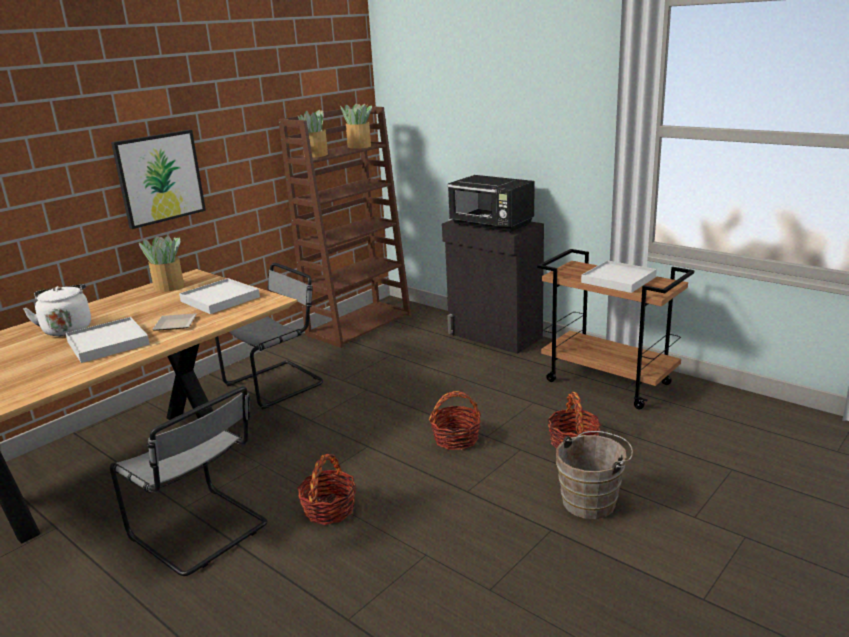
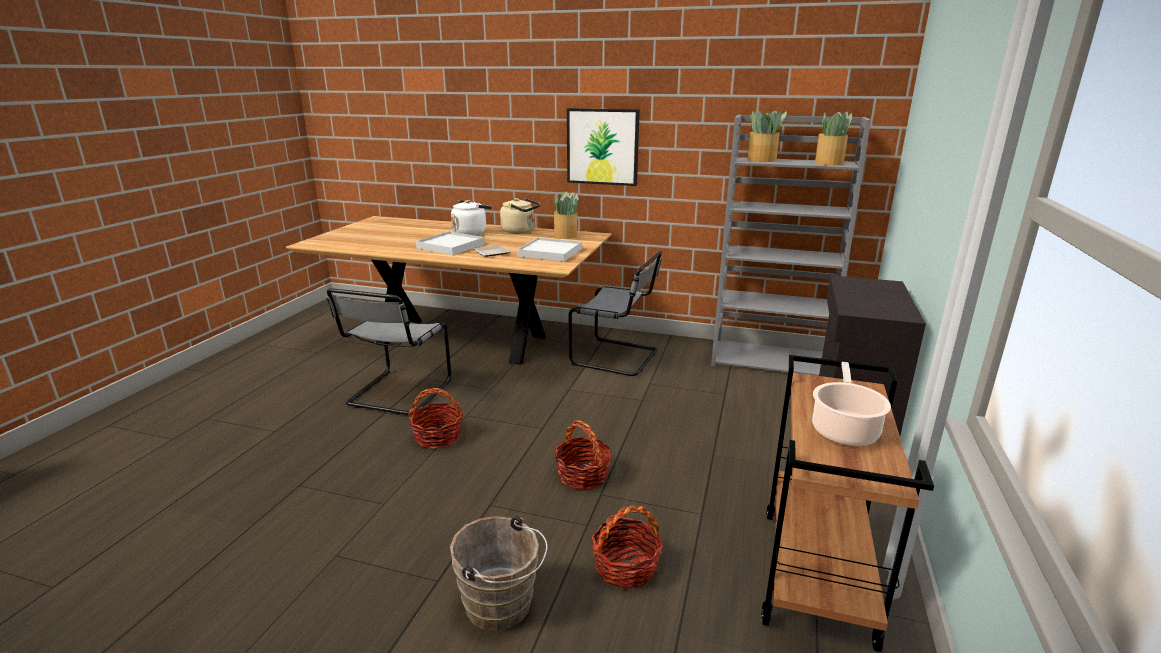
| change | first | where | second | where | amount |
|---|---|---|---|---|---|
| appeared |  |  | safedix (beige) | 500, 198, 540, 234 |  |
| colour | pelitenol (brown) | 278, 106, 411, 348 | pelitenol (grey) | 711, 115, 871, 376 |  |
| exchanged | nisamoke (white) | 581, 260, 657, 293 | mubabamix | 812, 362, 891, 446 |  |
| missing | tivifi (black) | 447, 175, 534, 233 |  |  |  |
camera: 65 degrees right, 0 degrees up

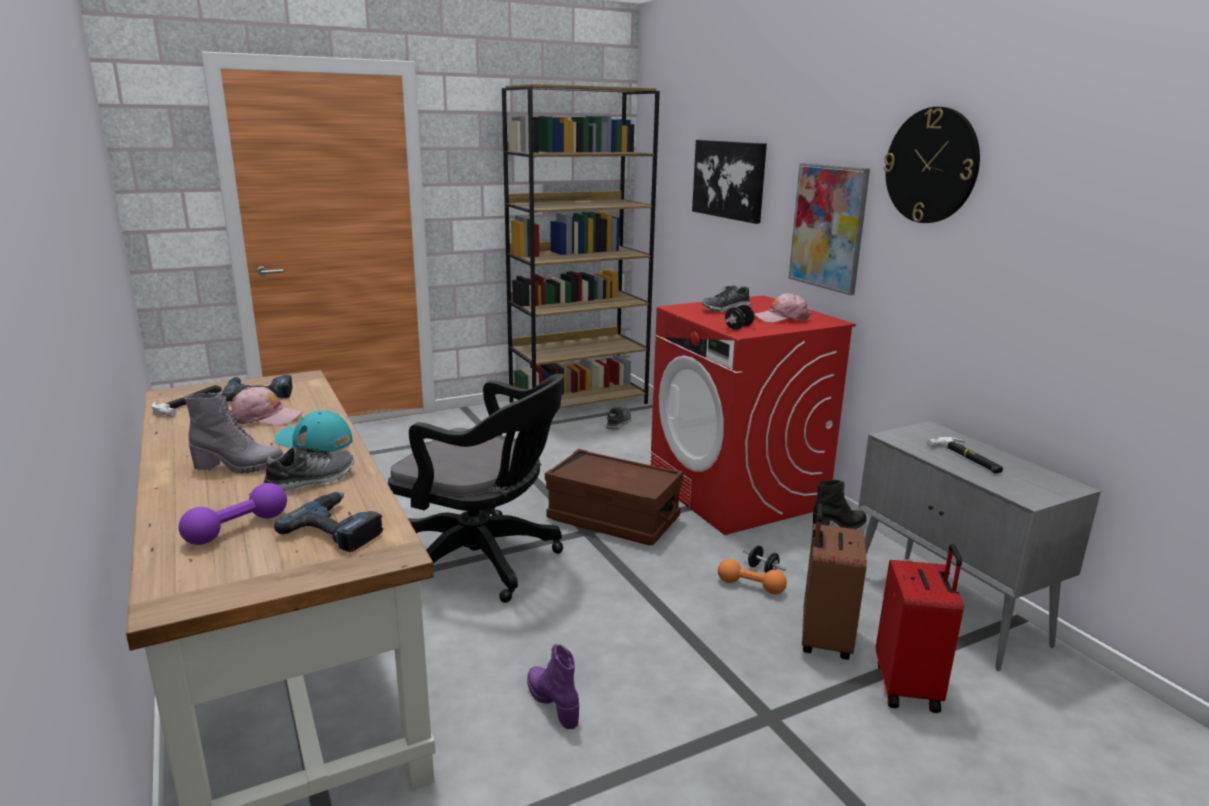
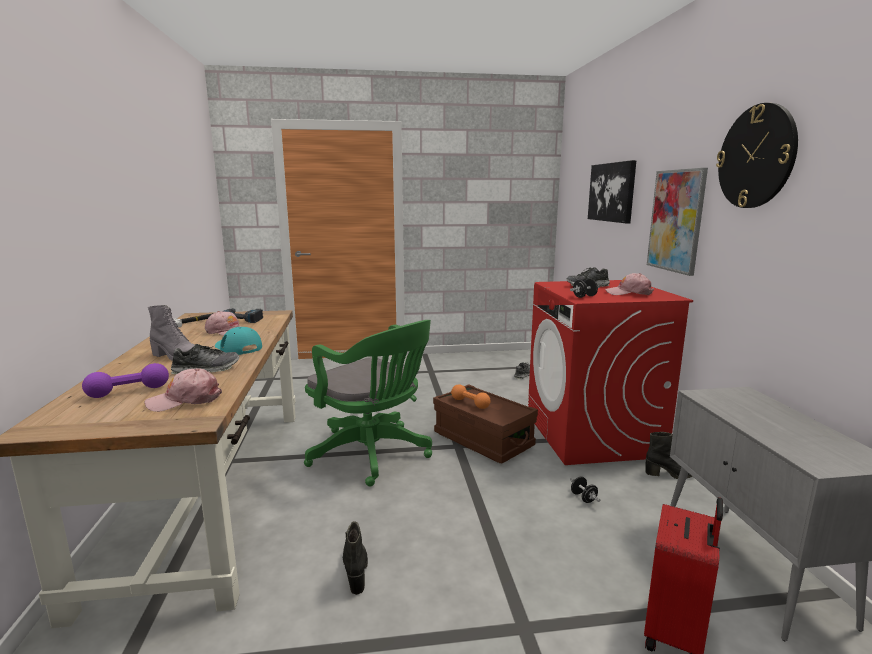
| change | first | where | second | where | amount |
|---|---|---|---|---|---|
| exchanged | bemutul | 274, 492, 383, 552 | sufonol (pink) | 144, 368, 222, 412 |  |
| colour | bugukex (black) | 388, 374, 564, 603 | bugukex (green) | 304, 320, 432, 486 |  |
| colour | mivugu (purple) | 527, 644, 579, 729 | mivugu (black) | 343, 521, 368, 595 |  |
| relocated | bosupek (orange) | 718, 559, 787, 594 |  | 451, 384, 490, 409 |  |
| missing | pelitenol (brown) | 502, 84, 660, 408 |  |  |  |
| missing | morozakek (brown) | 802, 503, 867, 660 |  |  |  |
| missing | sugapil | 927, 437, 1003, 473 |  |  |  |
camera: 20 degrees right, 5 degrees down

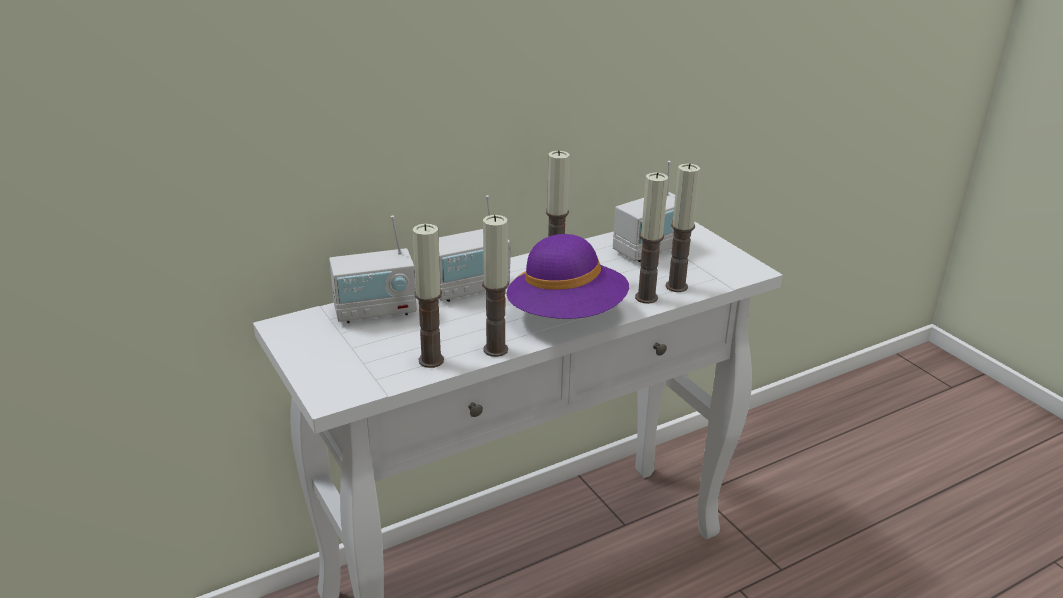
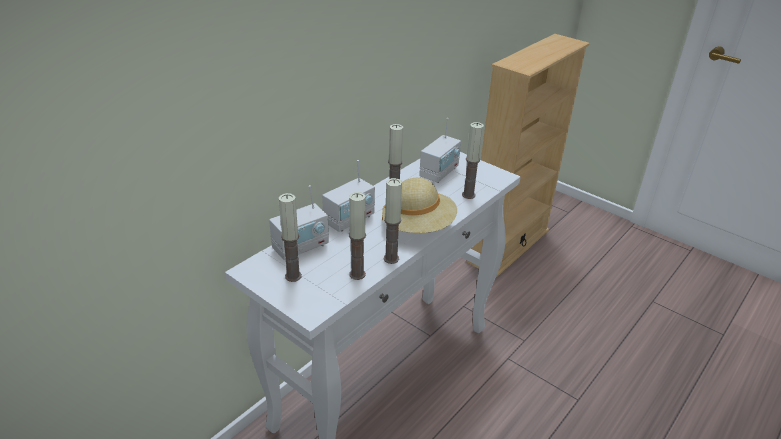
| change | first | where | second | where | amount |
|---|---|---|---|---|---|
| relocated | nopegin | 635, 173, 668, 304 |  | 279, 193, 302, 282 |  |
| colour | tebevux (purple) | 506, 234, 629, 319 | tebevux (beige) | 382, 178, 457, 233 |  |
| appeared |  |  | pelitenol (beige) | 467, 34, 590, 278 |  |
camera: 20 degrees left, 5 degrees up

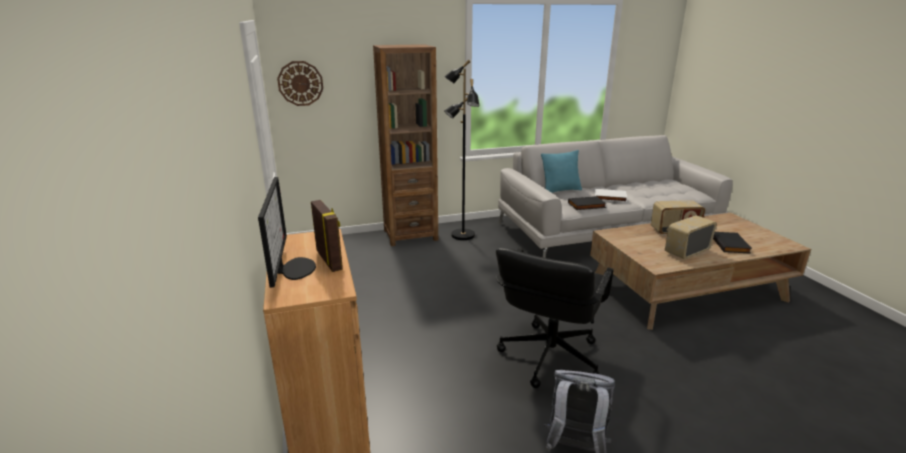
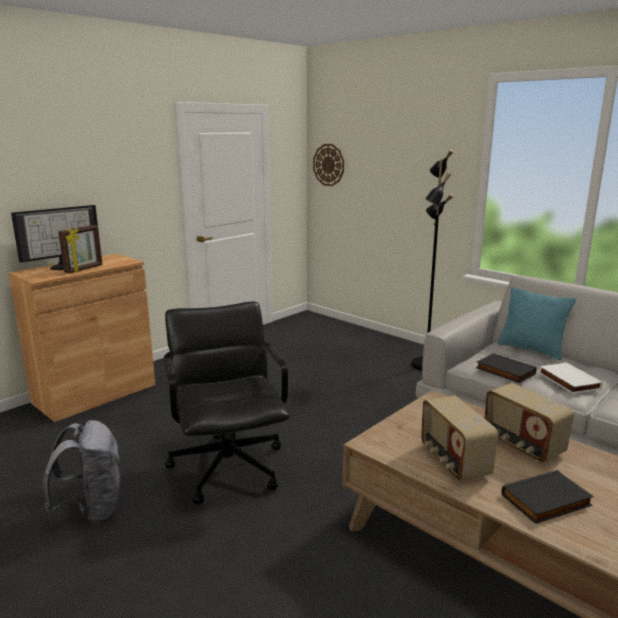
| change | first | where | second | where | amount |
|---|---|---|---|---|---|
| spun | bugukex (black) | 496, 248, 613, 388 |  | 164, 302, 290, 505 | 75 degrees clockwise |
| spun | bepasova | 665, 215, 717, 259 |  | 421, 396, 498, 481 | 135 degrees counterclockwise |
| missing | pelitenol (brown) | 373, 44, 438, 246 |  |  |  |
camera: 60 degrees right, 5 degrees down

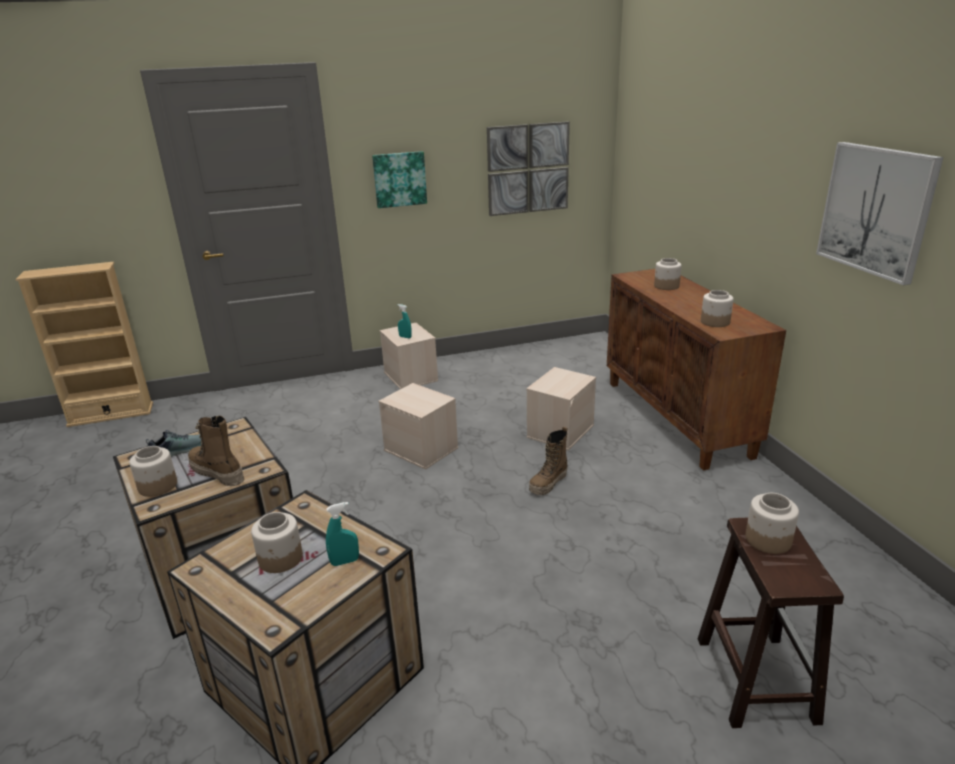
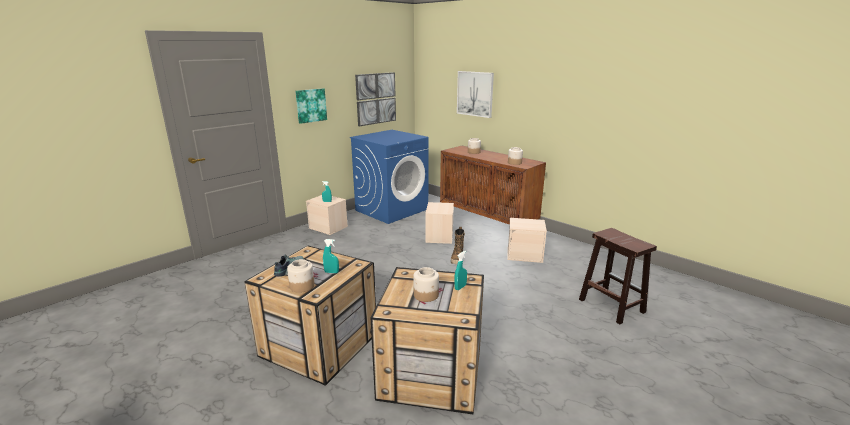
| change | first | where | second | where | amount |
|---|---|---|---|---|---|
| exchanged | mivugu | 188, 415, 244, 486 | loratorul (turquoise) | 323, 239, 339, 273 |  |
| appeared |  |  | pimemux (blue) | 350, 130, 429, 224 |  |
| relocated | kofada | 816, 142, 943, 285 |  | 457, 71, 494, 118 |  |
| relocated | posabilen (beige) | 378, 383, 458, 470 |  | 507, 218, 547, 263 |  |
| missing | pelitenol (beige) | 15, 262, 153, 427 |  |  |  |
| missing | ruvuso | 746, 493, 799, 554 |  |  |  |
camera: 30 degrees left, 5 degrees down

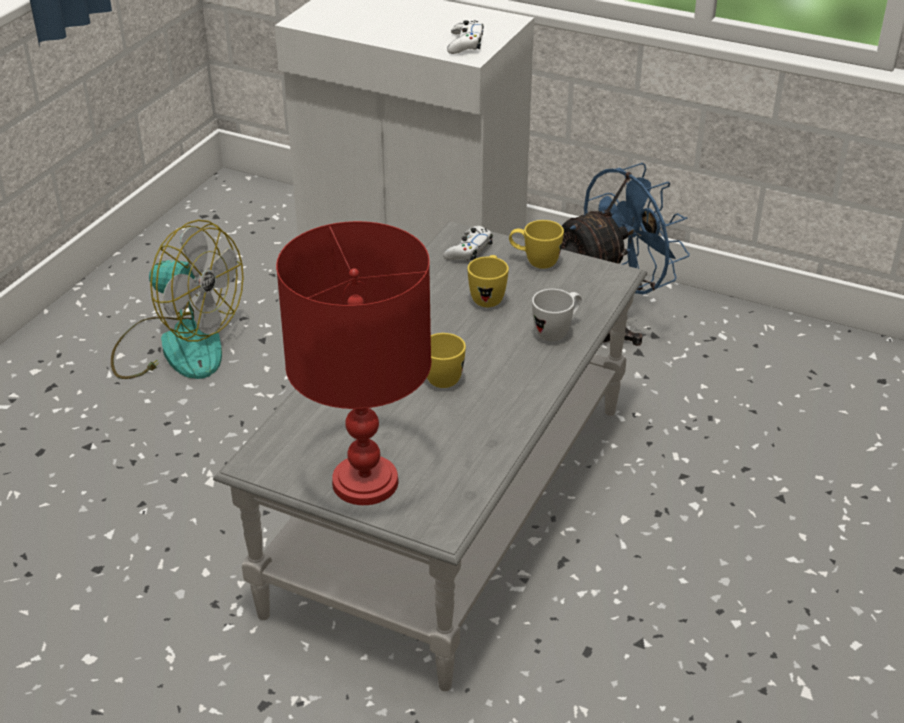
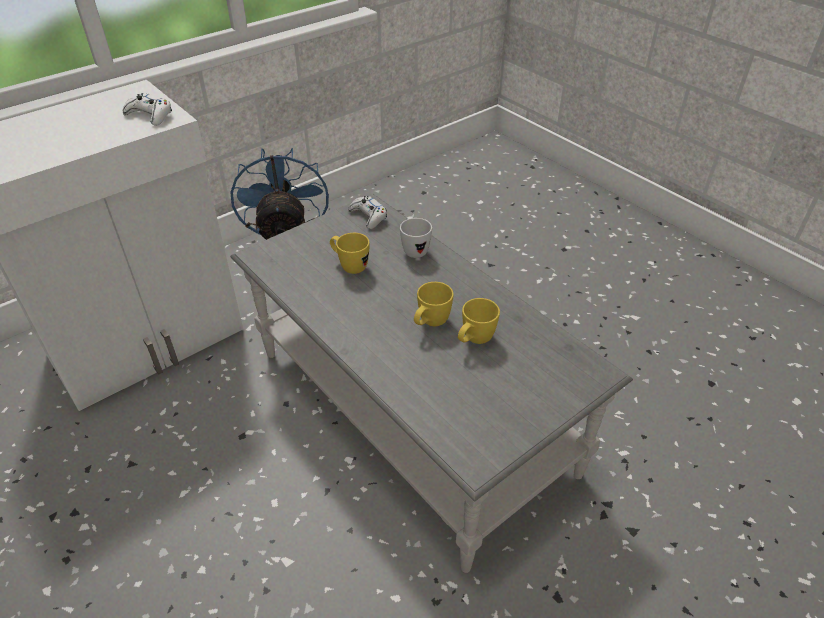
| change | first | where | second | where | amount |
|---|---|---|---|---|---|
| relocated | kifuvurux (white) | 443, 226, 493, 261 |  | 348, 196, 387, 229 |  |
| relocated | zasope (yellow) | 509, 220, 564, 269 |  | 458, 298, 500, 344 |  |
| missing | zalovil | 111, 220, 244, 379 |  |  |  |
| missing | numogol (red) | 276, 221, 431, 505 |  |  |  |
camera: 65 degrees left, 5 degrees up

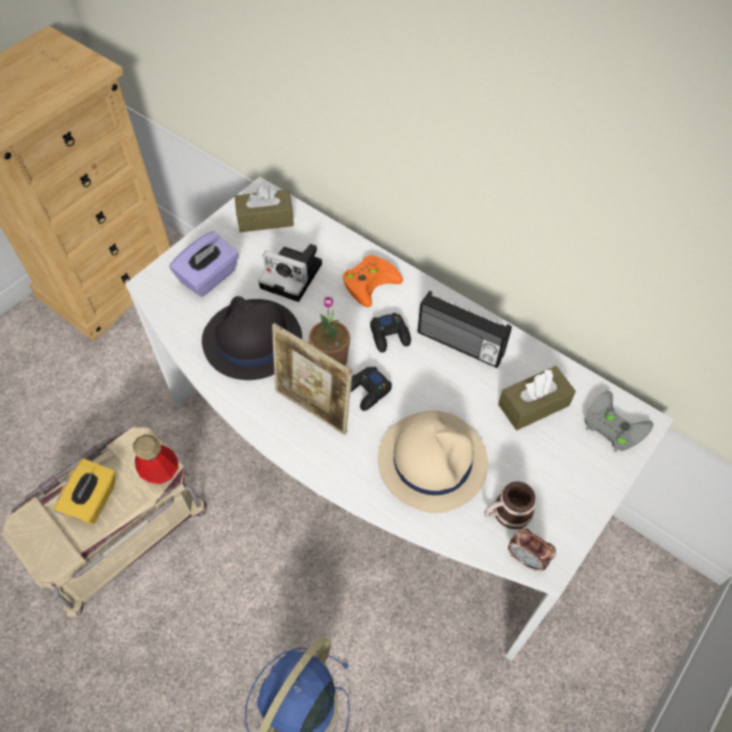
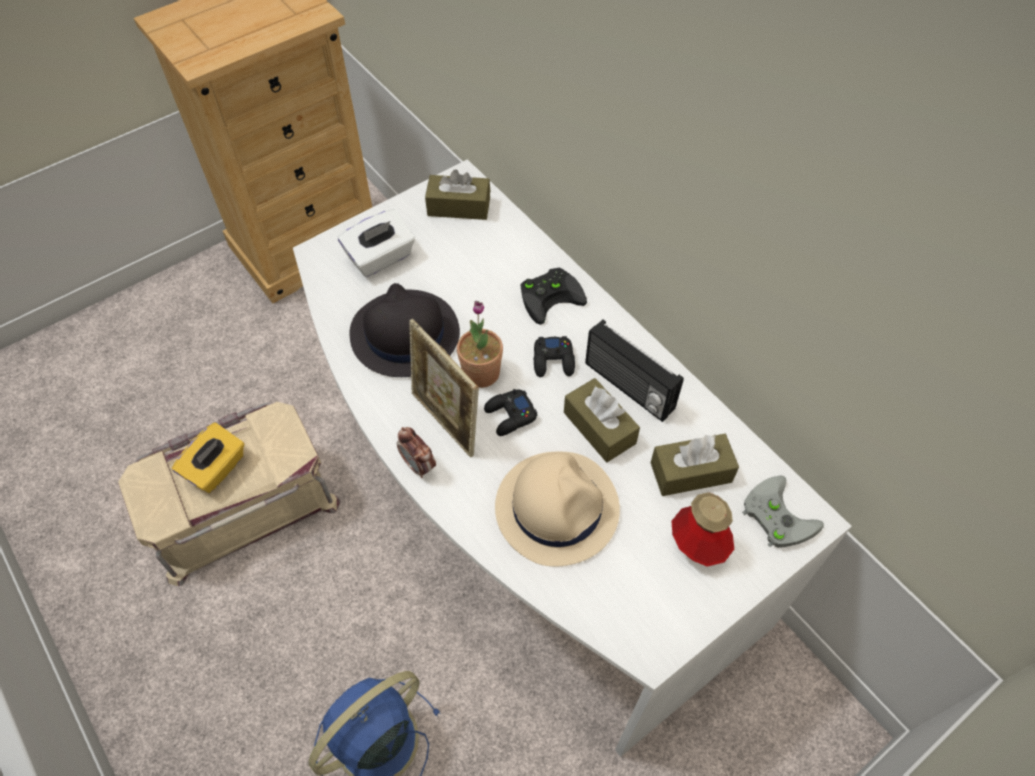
| change | first | where | second | where | amount |
|---|---|---|---|---|---|
| colour | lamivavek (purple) | 169, 231, 239, 297 | lamivavek (white) | 338, 209, 415, 277 |  |
| relocated | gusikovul | 508, 528, 556, 571 |  | 397, 427, 436, 478 |  |
| colour | kifuvurux (orange) | 343, 255, 403, 307 | kifuvurux (black) | 520, 268, 587, 325 |  |
| appeared |  |  | lamivavek (brown) | 564, 378, 640, 462 |  |
| relocated | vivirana | 133, 434, 178, 484 |  | 672, 492, 734, 567 |  |
| missing | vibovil | 258, 244, 322, 302 |  |  |  |
| missing | zasope | 484, 482, 536, 529 |  |  |  |
camera: 15 degrees right, 0 degrees up

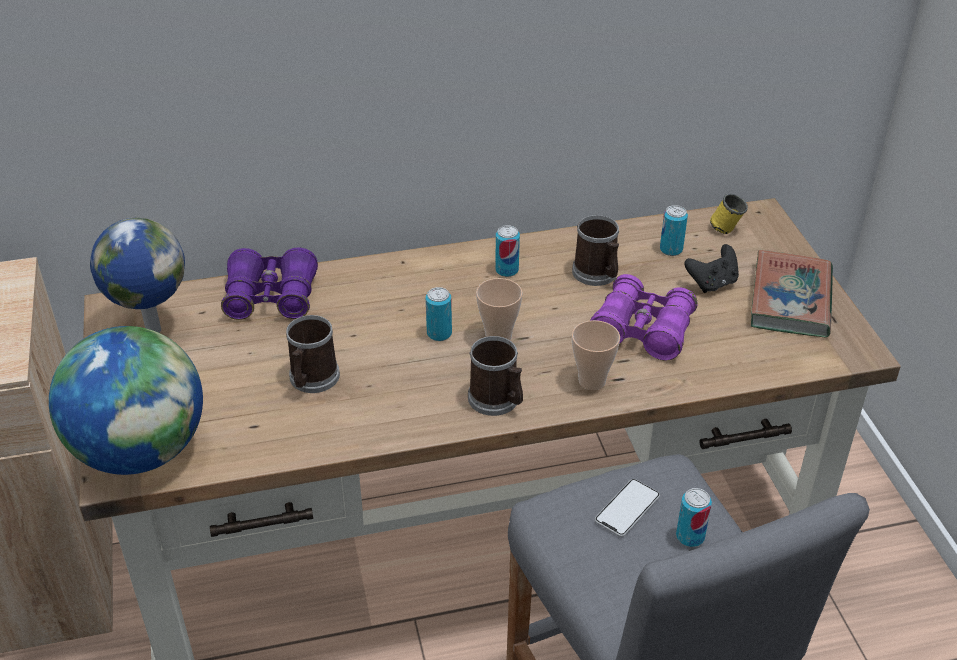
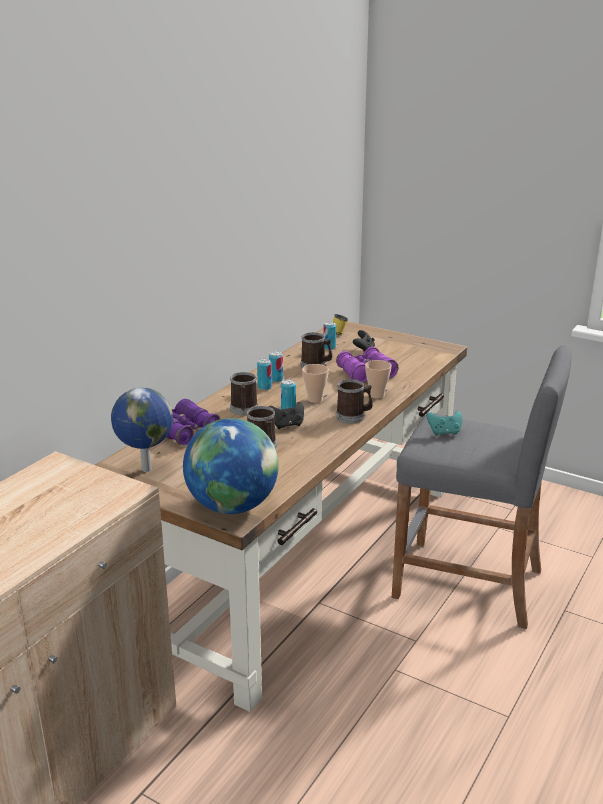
| change | first | where | second | where | amount |
|---|---|---|---|---|---|
| appeared |  |  | zasope | 230, 372, 258, 415 |  |
| relocated | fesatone | 676, 488, 712, 547 |  | 257, 359, 272, 390 |  |
| appeared |  |  | kifuvurux (black) | 269, 402, 304, 429 |  |
| exchanged | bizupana | 595, 479, 660, 537 | kifuvurux (turquoise) | 427, 411, 462, 436 |  |
| missing | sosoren | 751, 250, 833, 337 |  |  |  |
camera: 45 degrees left, 15 degrees down

